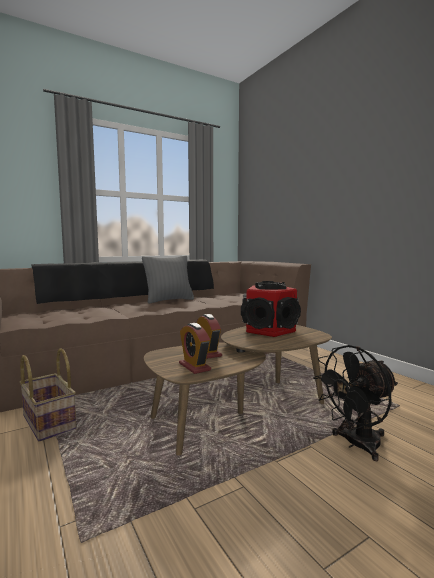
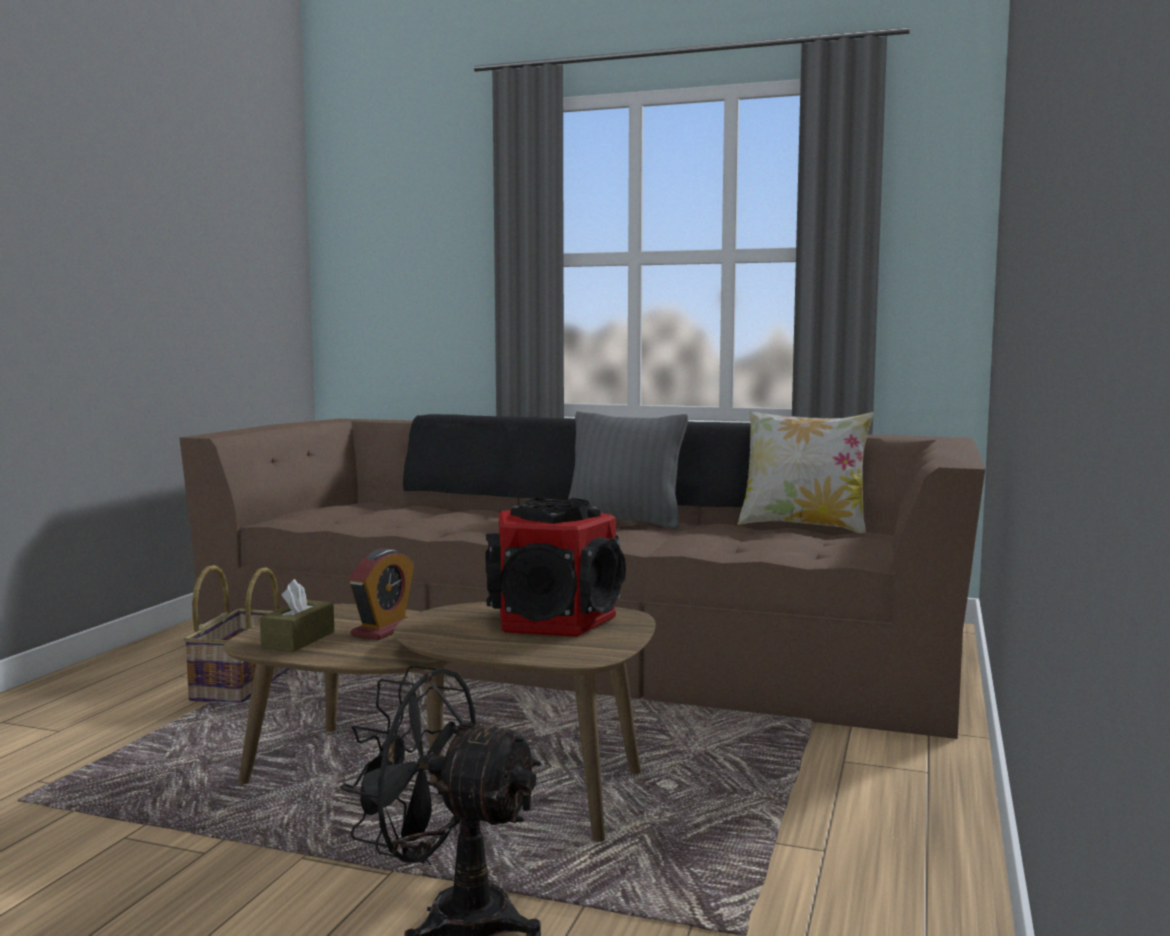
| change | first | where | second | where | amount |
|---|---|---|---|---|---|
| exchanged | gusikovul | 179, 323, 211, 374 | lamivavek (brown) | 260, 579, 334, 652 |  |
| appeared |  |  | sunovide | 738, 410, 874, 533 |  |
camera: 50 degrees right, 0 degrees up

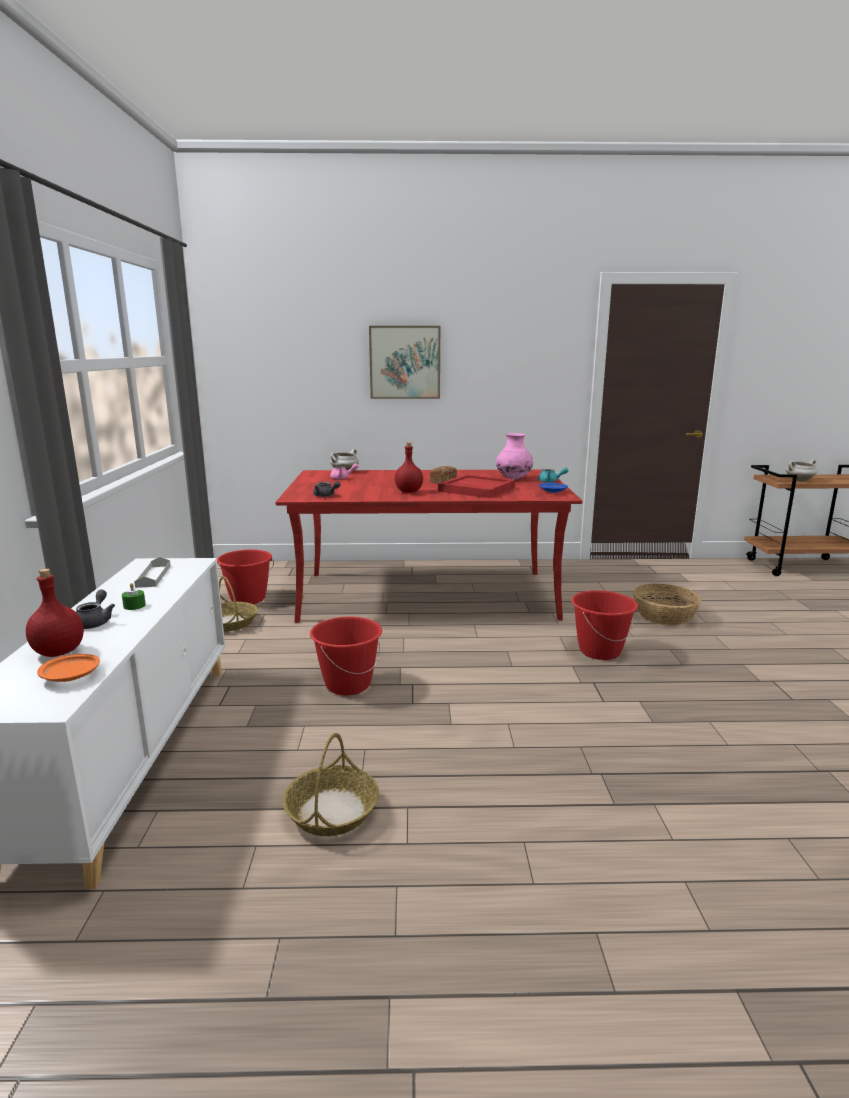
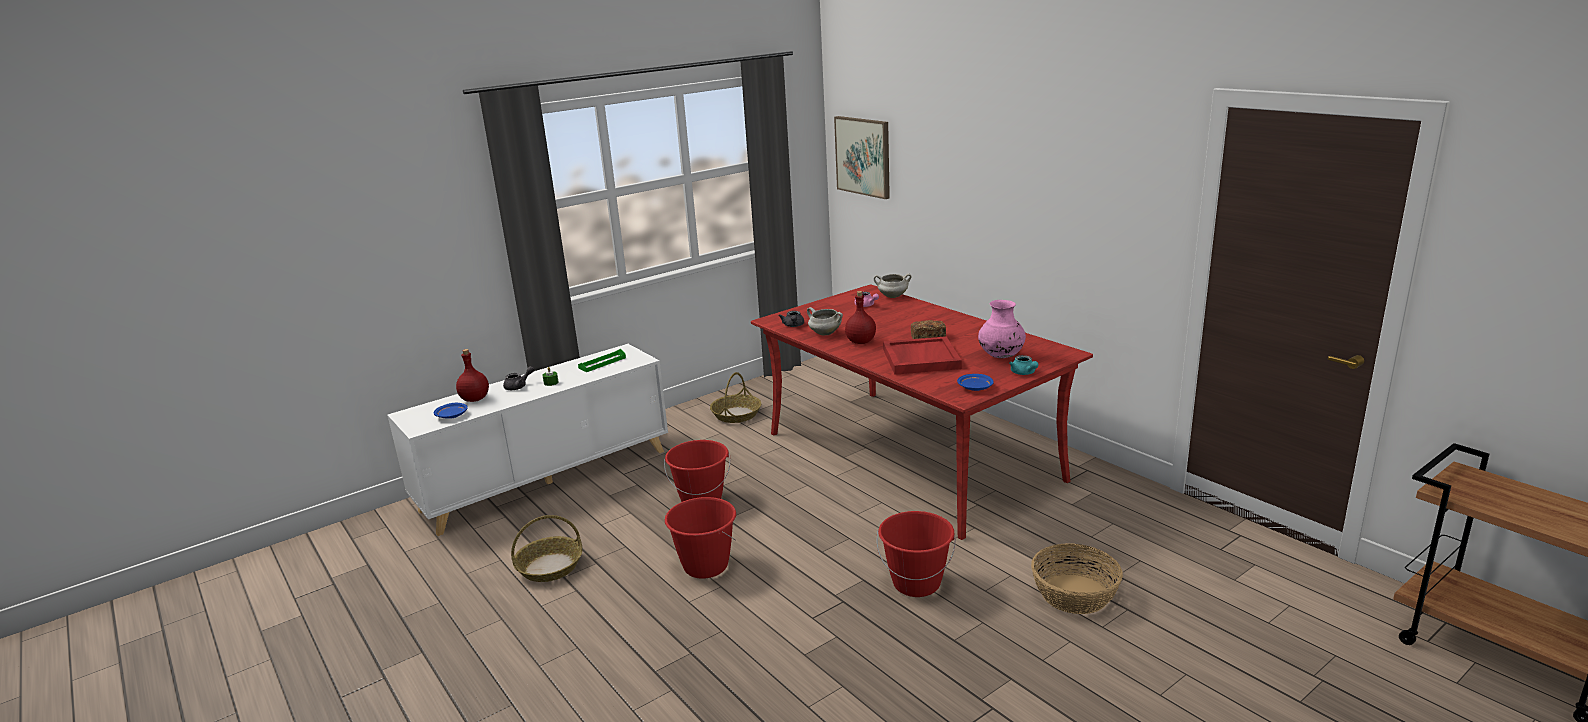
| change | first | where | second | where | amount |
|---|---|---|---|---|---|
| colour | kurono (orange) | 37, 654, 100, 682 | kurono (blue) | 434, 403, 468, 419 |  |
| colour | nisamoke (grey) | 134, 557, 171, 588 | nisamoke (green) | 578, 349, 626, 372 |  |
| relocated | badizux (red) | 217, 549, 274, 604 |  | 665, 497, 736, 579 |  |
| relocated | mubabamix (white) | 786, 460, 817, 481 |  | 807, 307, 843, 336 |  |
| relocated | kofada | 369, 326, 440, 399 |  | 834, 116, 890, 199 |  |
camera: 55 degrees right, 5 degrees up

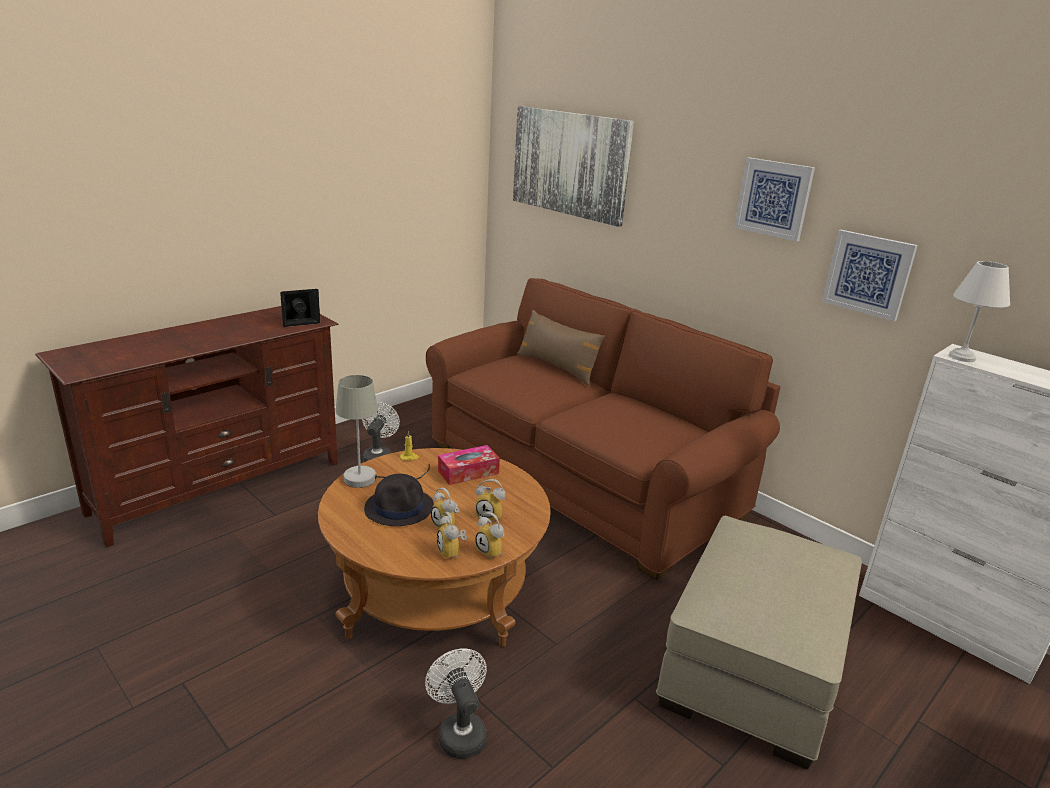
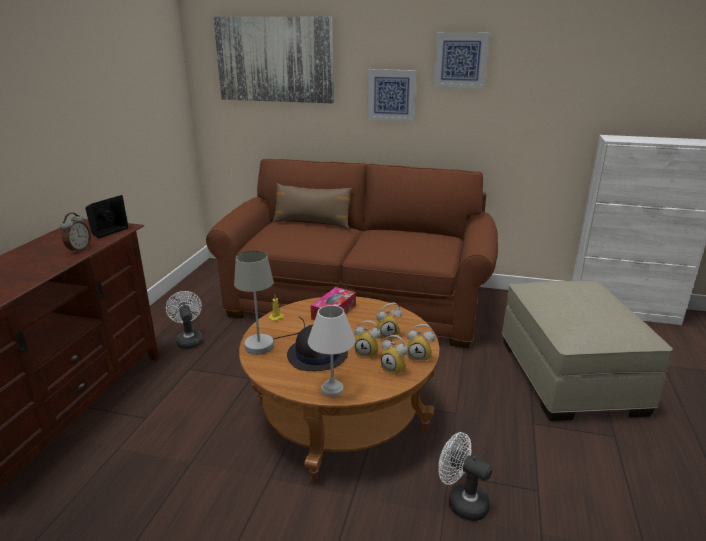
| change | first | where | second | where | amount |
|---|---|---|---|---|---|
| appeared |  |  | gusikovul | 60, 213, 91, 253 |  |
| relocated | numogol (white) | 949, 261, 1010, 362 |  | 308, 305, 355, 396 |  |
| relocated | kofada | 822, 230, 918, 321 |  | 367, 69, 417, 121 |  |
camera: 30 degrees left, 0 degrees up

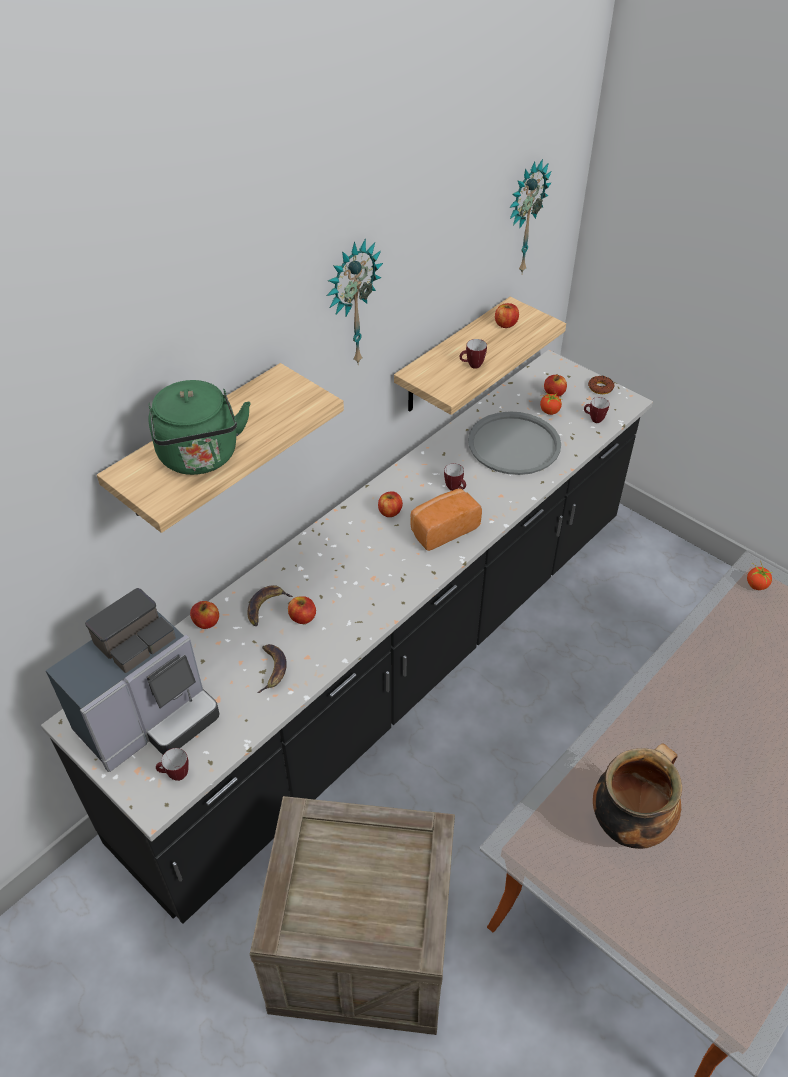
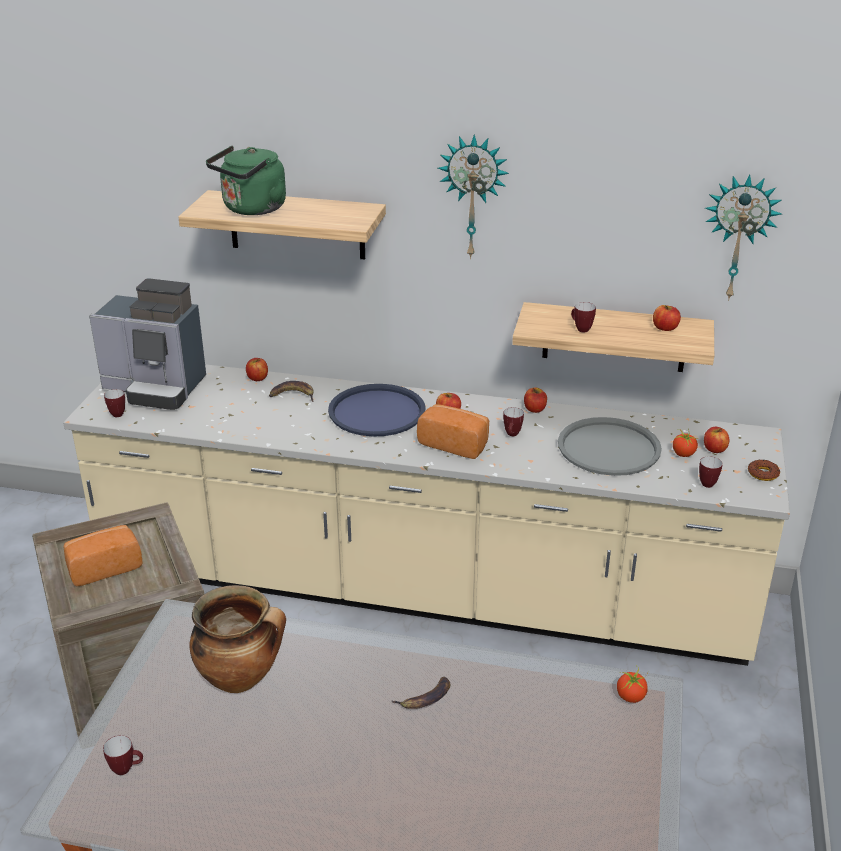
| change | first | where | second | where | amount |
|---|---|---|---|---|---|
| colour | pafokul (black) | 41, 350, 653, 924 | pafokul (beige) | 63, 364, 790, 666 |  |
| appeared |  |  | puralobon | 64, 525, 142, 586 |  |
| appeared |  |  | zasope | 103, 735, 143, 775 |  |
| appeared |  |  | nisamoke (blue) | 328, 384, 426, 437 |  |
| relocated | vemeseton | 257, 644, 287, 693 |  | 392, 676, 450, 709 |  |
| relocated | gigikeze | 288, 596, 316, 624 |  | 524, 387, 547, 413 |  |
camera: 60 degrees right, 15 degrees down

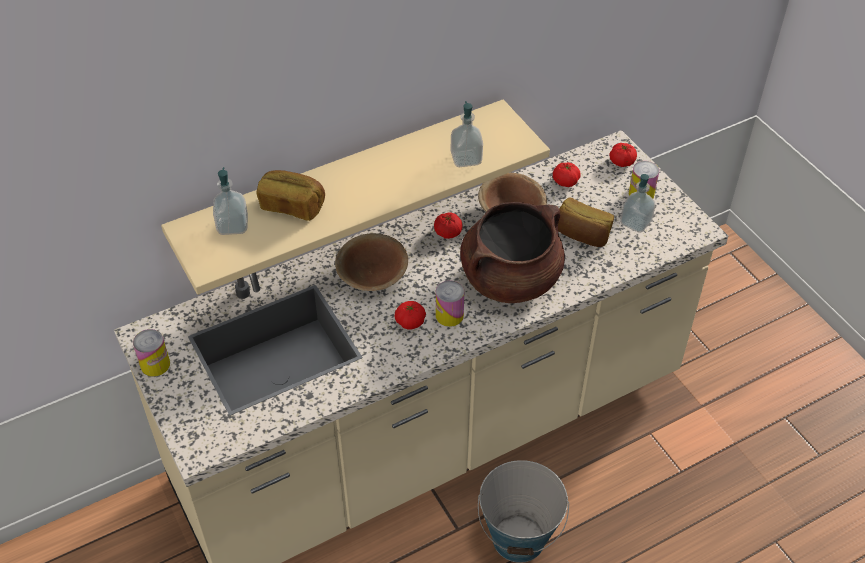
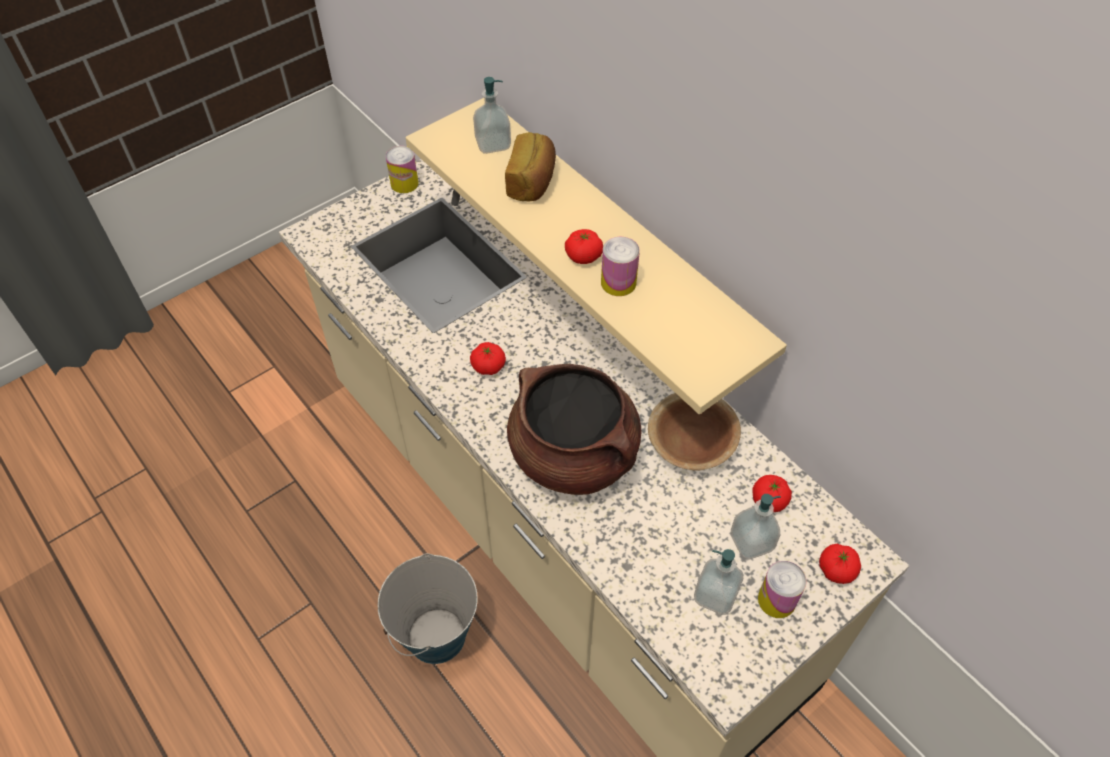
| change | first | where | second | where | amount |
|---|---|---|---|---|---|
| relocated | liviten | 434, 212, 463, 239 |  | 565, 229, 603, 264 |  |
| relocated | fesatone | 436, 281, 464, 327 |  | 601, 237, 640, 296 |  |
| relocated | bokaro | 451, 101, 483, 167 |  | 731, 494, 781, 559 |  |
| missing | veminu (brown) | 335, 233, 408, 291 |  |  |  |
| missing | puralobon | 558, 197, 614, 247 |  |  |  |
camera: 80 degrees right, 5 degrees up

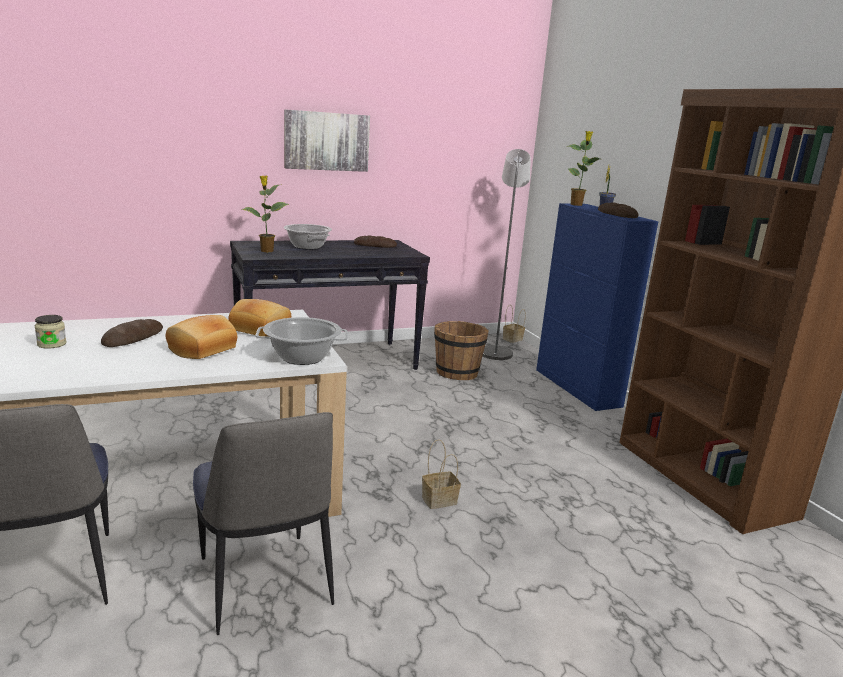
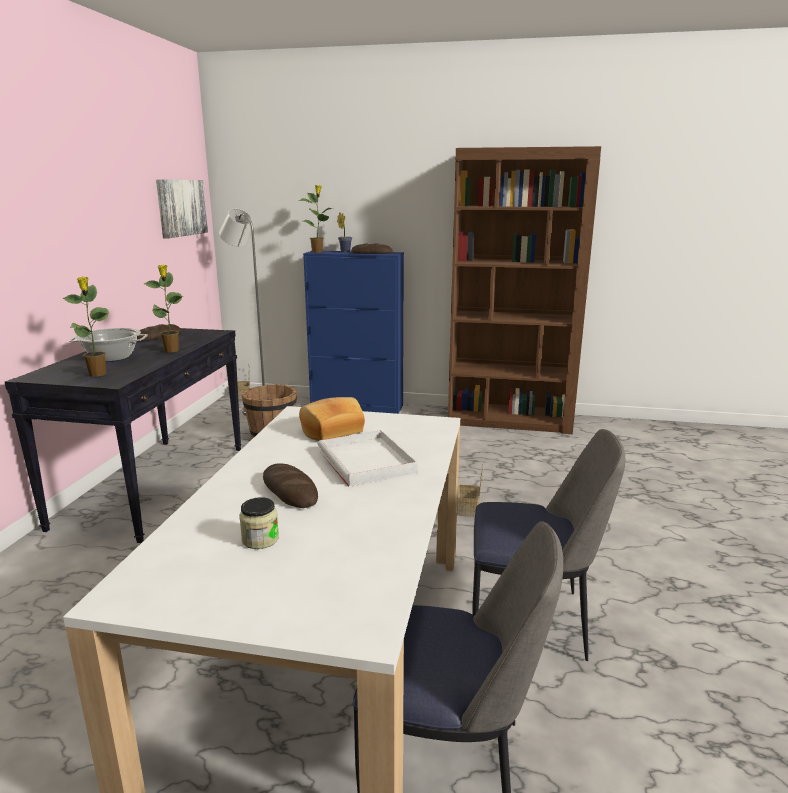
| change | first | where | second | where | amount |
|---|---|---|---|---|---|
| appeared |  |  | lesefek | 144, 264, 182, 353 |  |
| relocated | kofada | 284, 109, 370, 172 |  | 156, 180, 208, 239 |  |
| exchanged | puralobon | 166, 315, 237, 359 | nisamoke (white) | 317, 430, 418, 487 |  |
| missing | mubabamix | 255, 317, 348, 365 |  |  |  |
camera: 55 degrees left, 0 degrees up

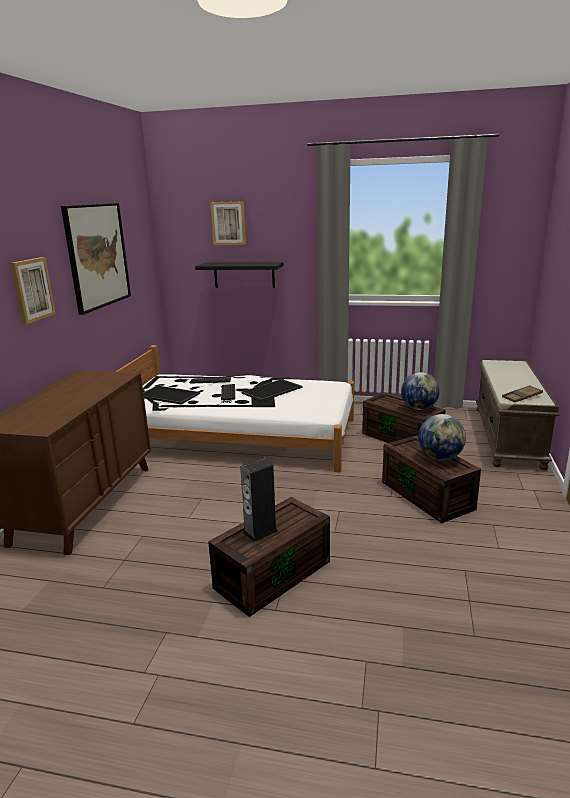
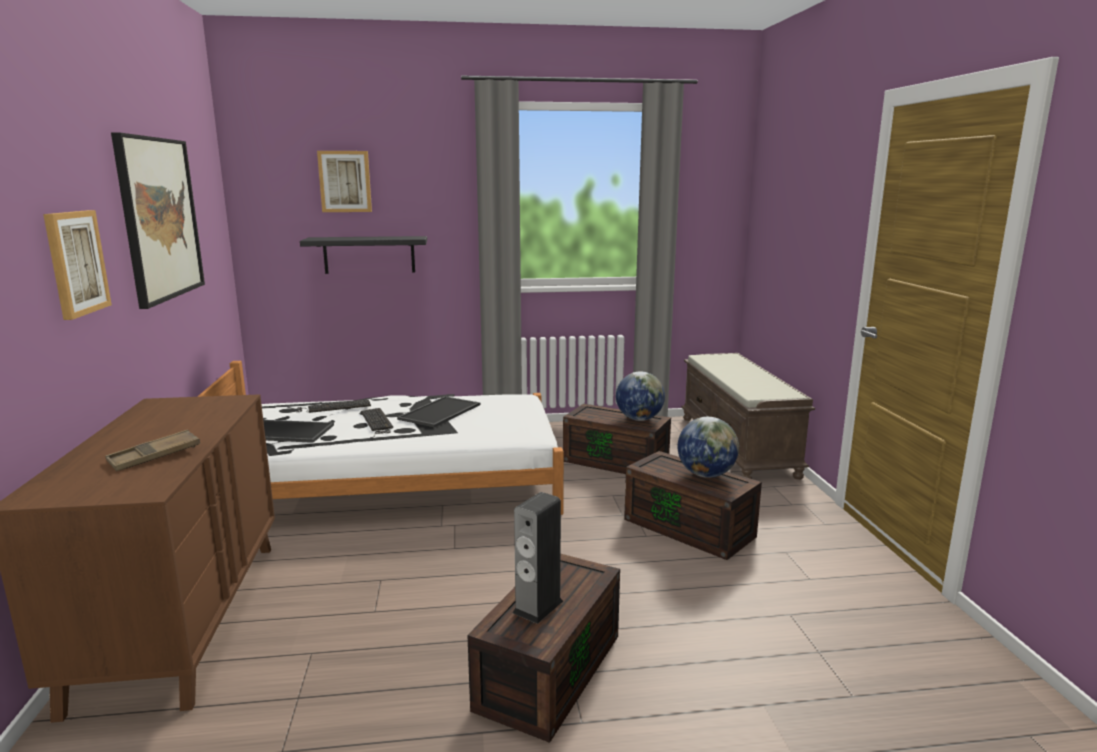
| change | first | where | second | where | amount |
|---|---|---|---|---|---|
| relocated | nisamoke (brown) | 502, 385, 543, 402 |  | 105, 429, 200, 471 |  |
camera: 20 degrees left, 5 degrees down

